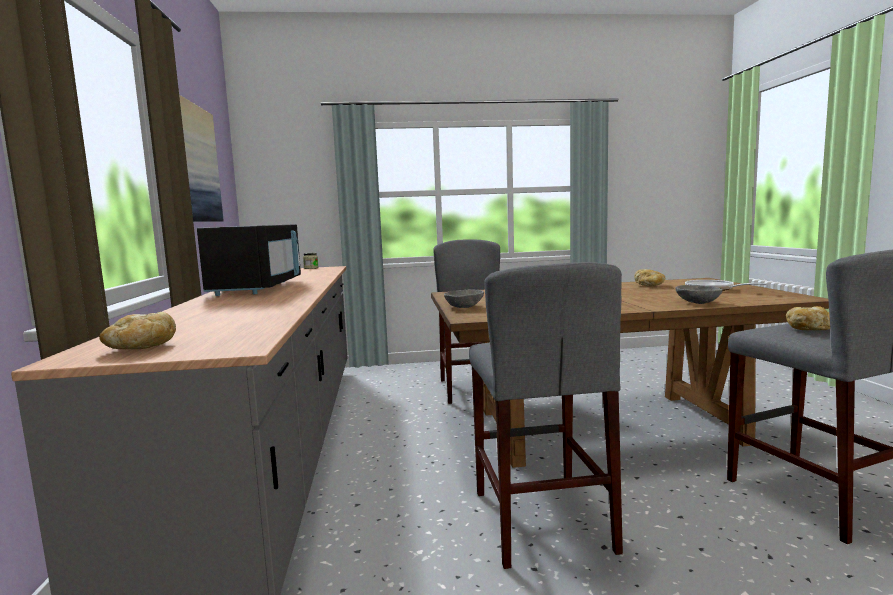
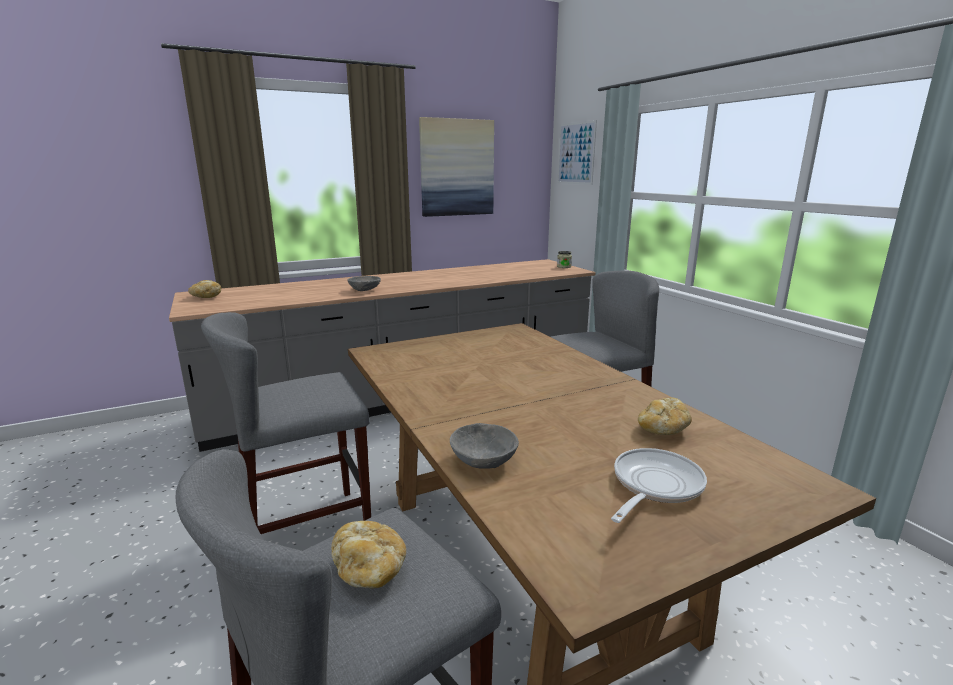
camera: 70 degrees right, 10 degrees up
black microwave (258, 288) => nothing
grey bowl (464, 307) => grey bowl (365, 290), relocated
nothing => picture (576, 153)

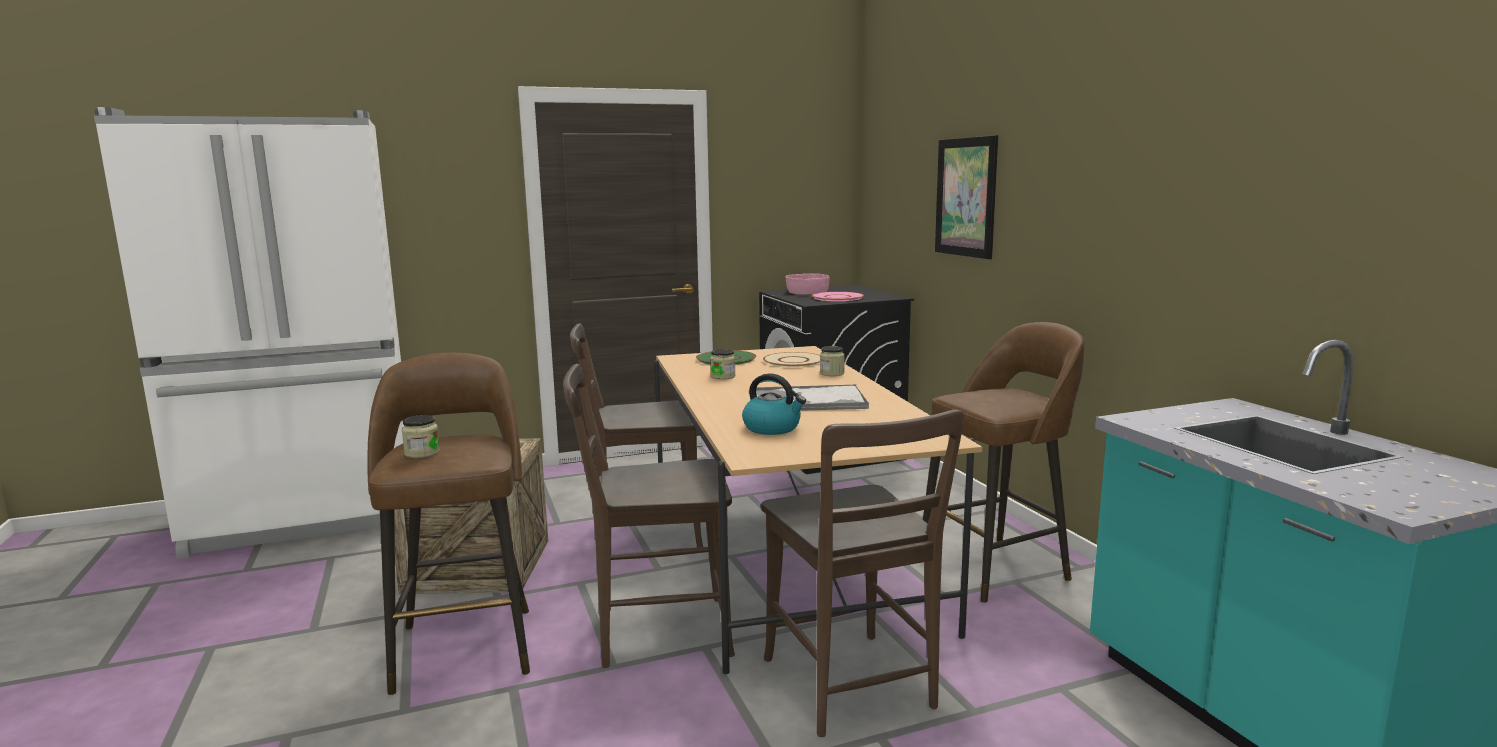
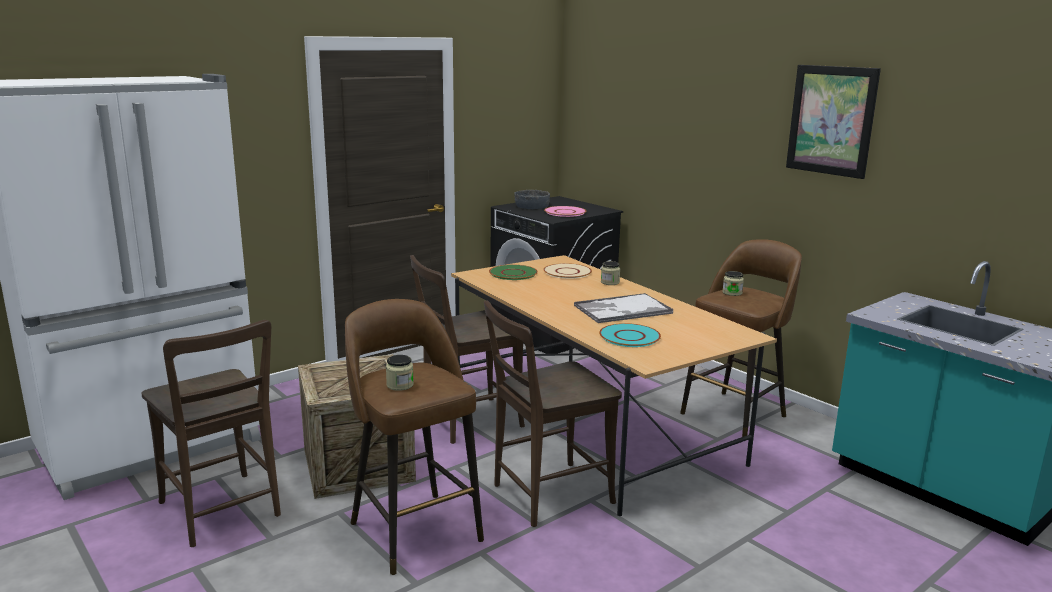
camera: 20 degrees left, 5 degrees up
jar (723, 376) => jar (732, 293), relocated
kettle (772, 428) => turquoise plate (629, 336)
brown chair (852, 688) => brown chair (222, 512), relocated
pink bowl (806, 292) => grey bowl (531, 206)
picture (966, 197) => picture (831, 120), relocated

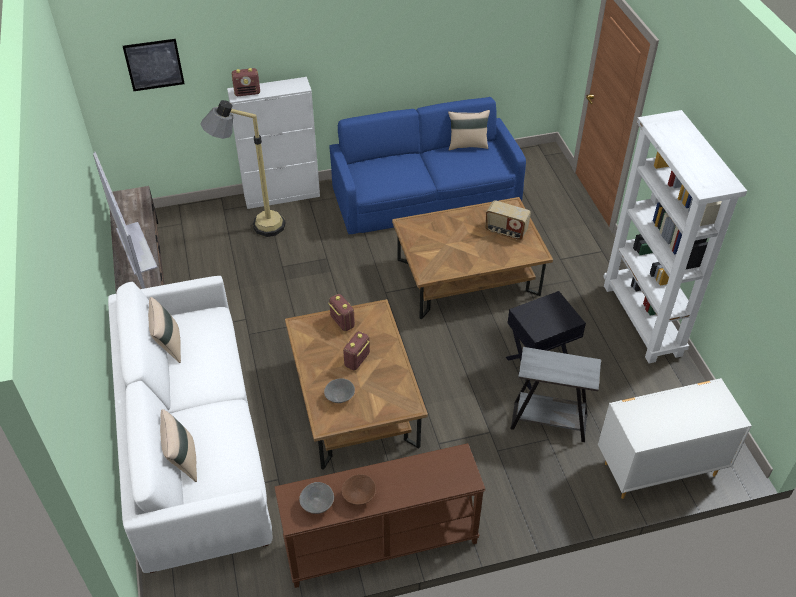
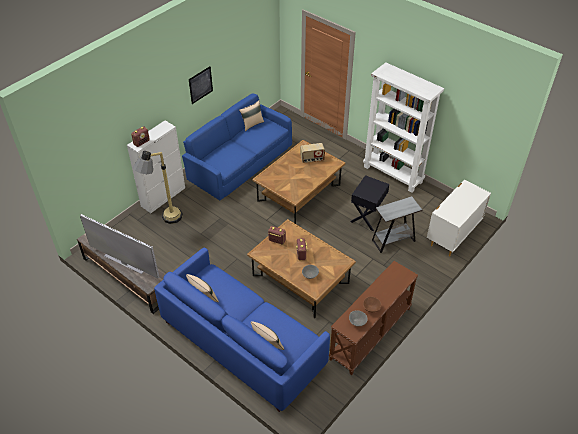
camera: 35 degrees left, 0 degrees up
white sofa (195, 445) => blue sofa (242, 343)
picture (154, 65) => picture (200, 85), relocated

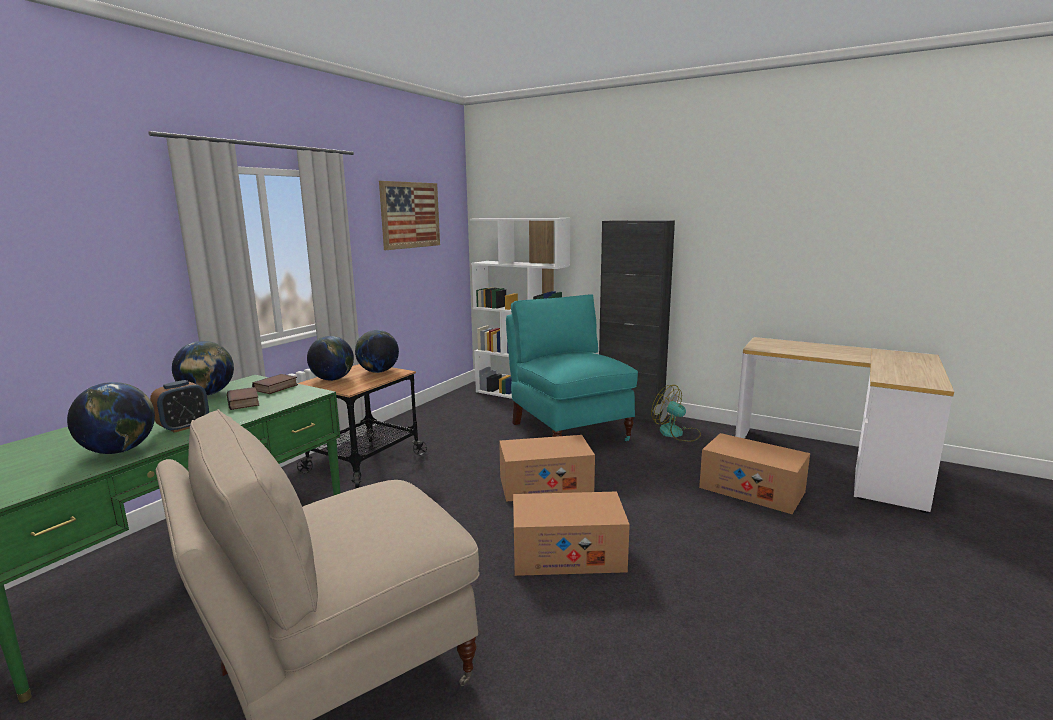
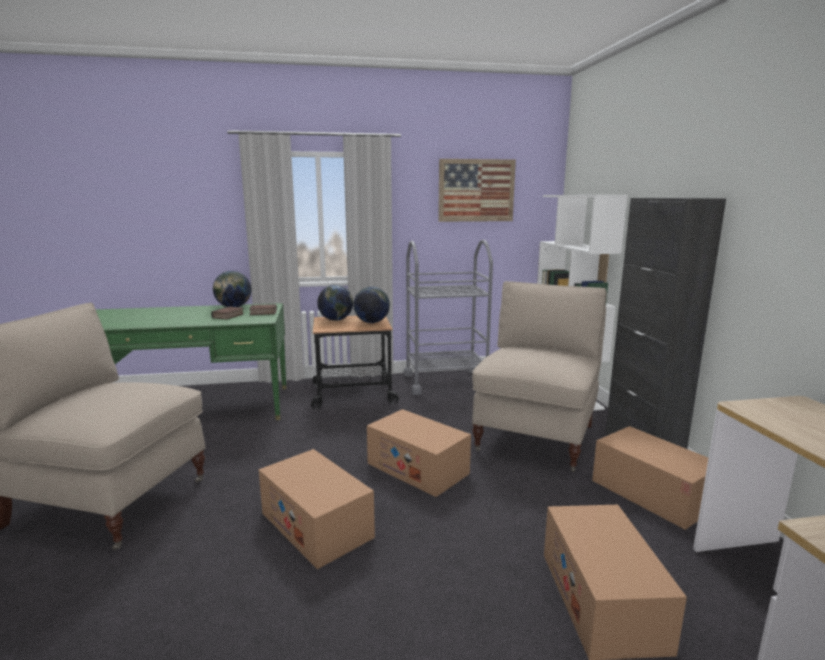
camera: 50 degrees right, 0 degrees up
globe (120, 451) => nothing
alarm clock (184, 427) => nothing
turquoise chair (568, 431) => beige chair (536, 437)
fan (676, 433) => cardboard box (651, 493)
nothing => grey cart (445, 382)

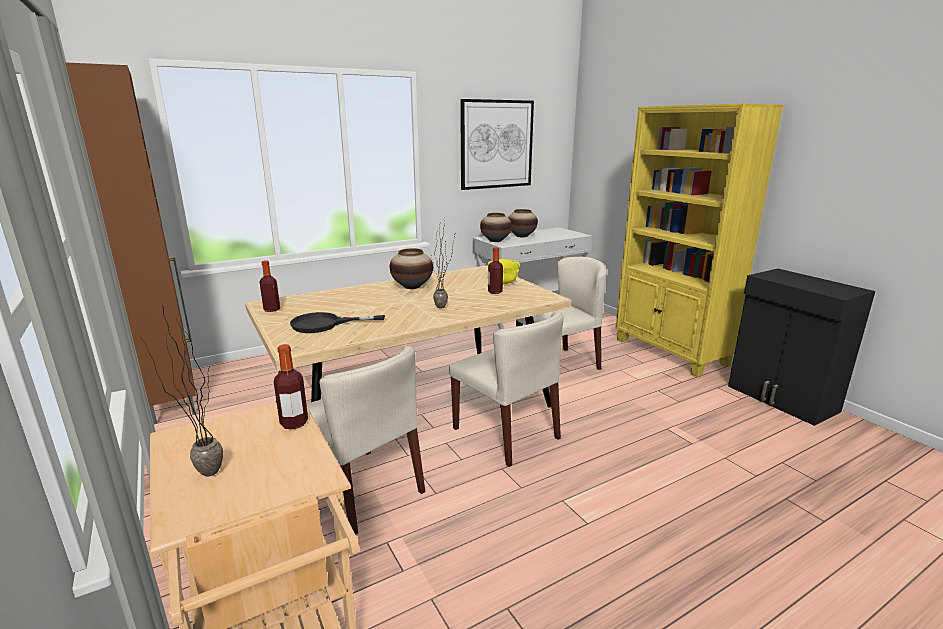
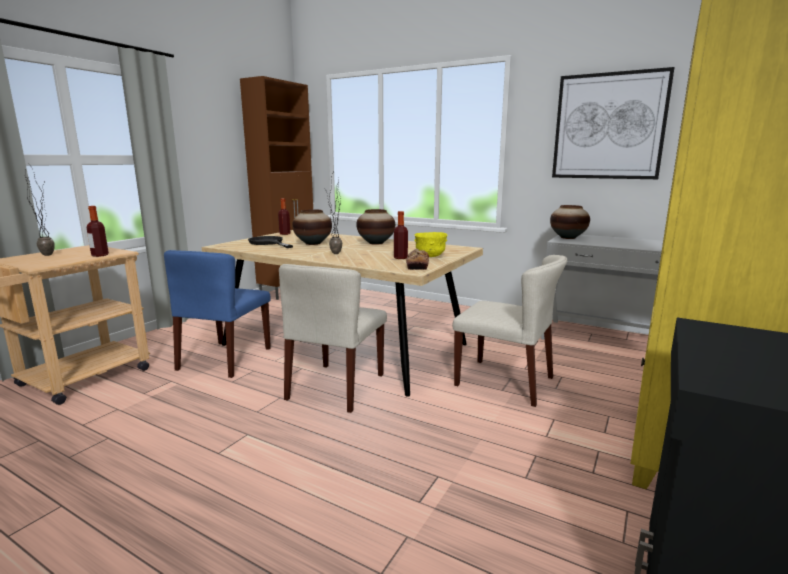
camera: 60 degrees right, 5 degrees down
beige chair (363, 489) => blue chair (225, 359)
vase (522, 236) => vase (313, 243), relocated
nothing => bread (417, 265)

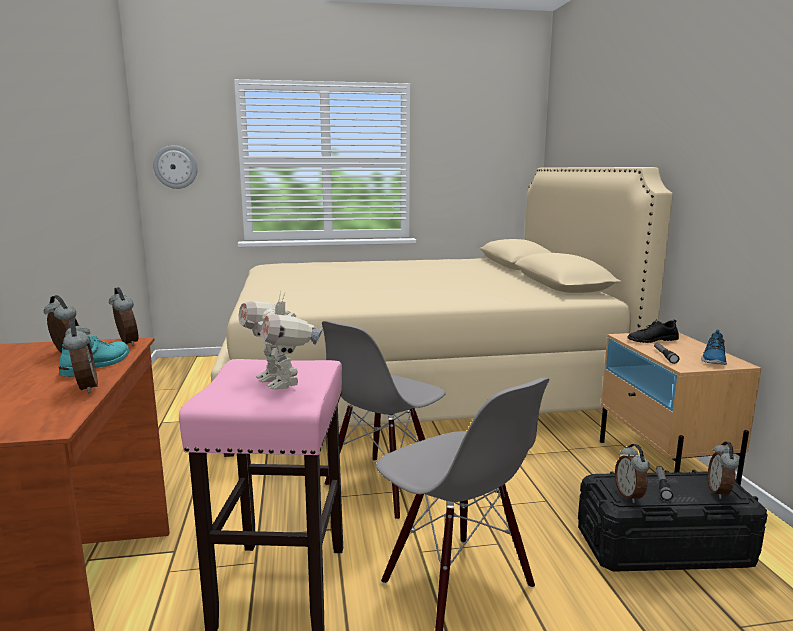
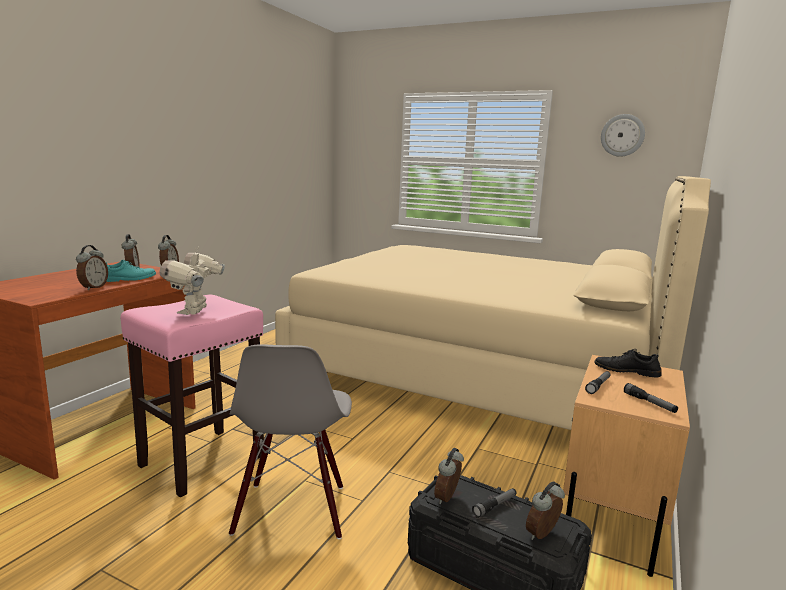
camera: 35 degrees right, 0 degrees up
wall clock (175, 167) => wall clock (622, 135), relocated
grey chair (383, 486) => nothing
shoe (713, 359) => flashlight (649, 403)

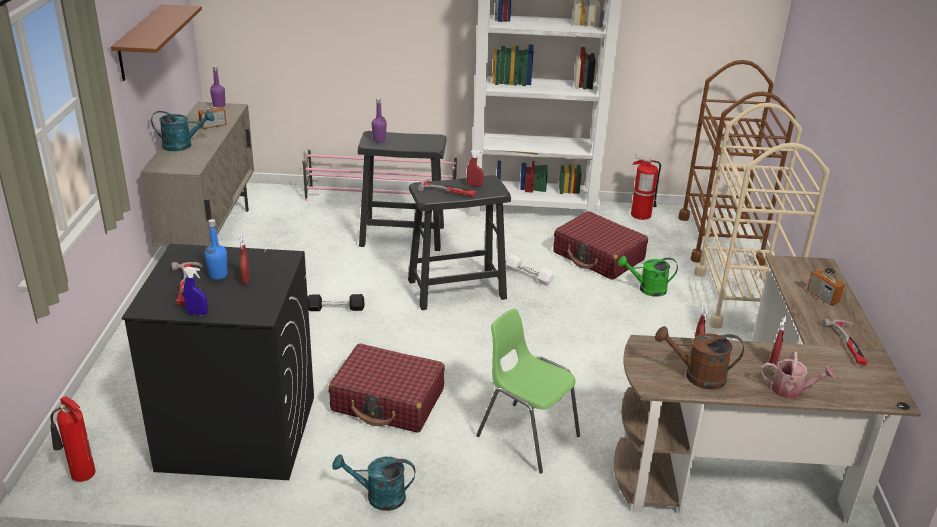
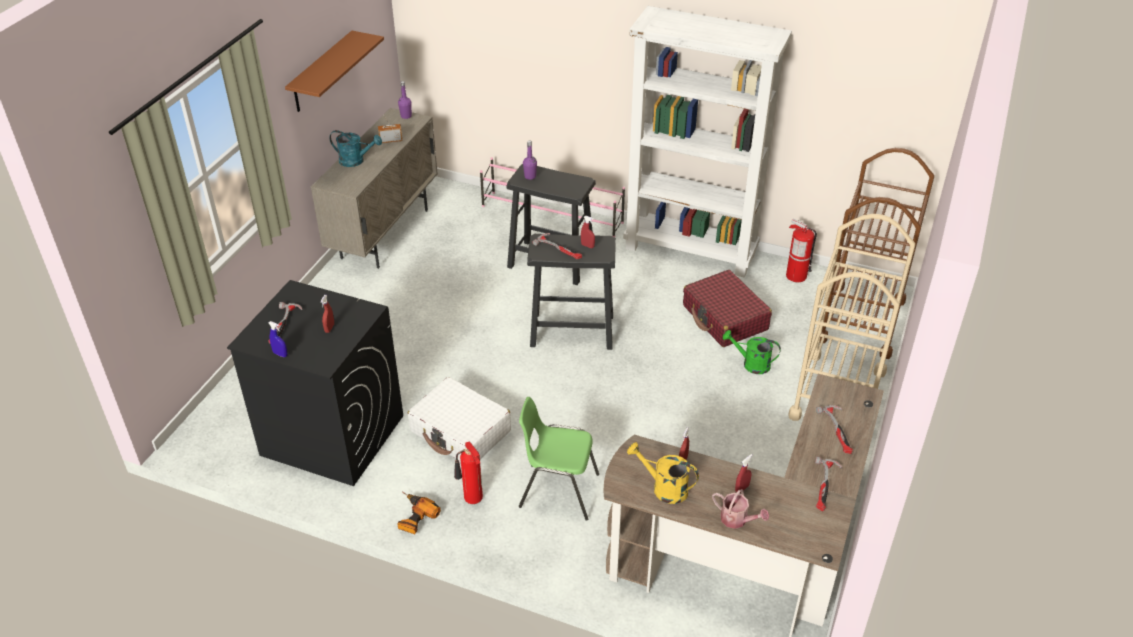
camera: 20 degrees right, 10 degrees up
fire extinguisher (82, 476) => fire extinguisher (472, 499), relocated
blue bottle (218, 275) => nothing
black dumbbell (336, 308) => nothing
red suitcase (388, 400) => white suitcase (460, 432)
turquoise watering can (378, 497) => power drill (414, 517)
green chair (526, 436) => green chair (558, 491), 45 degrees counterclockwise
white dumbbell (529, 275) => nothing
brown watering can (697, 376) => yellow watering can (663, 488)
radio (822, 297) => hammer (838, 431)

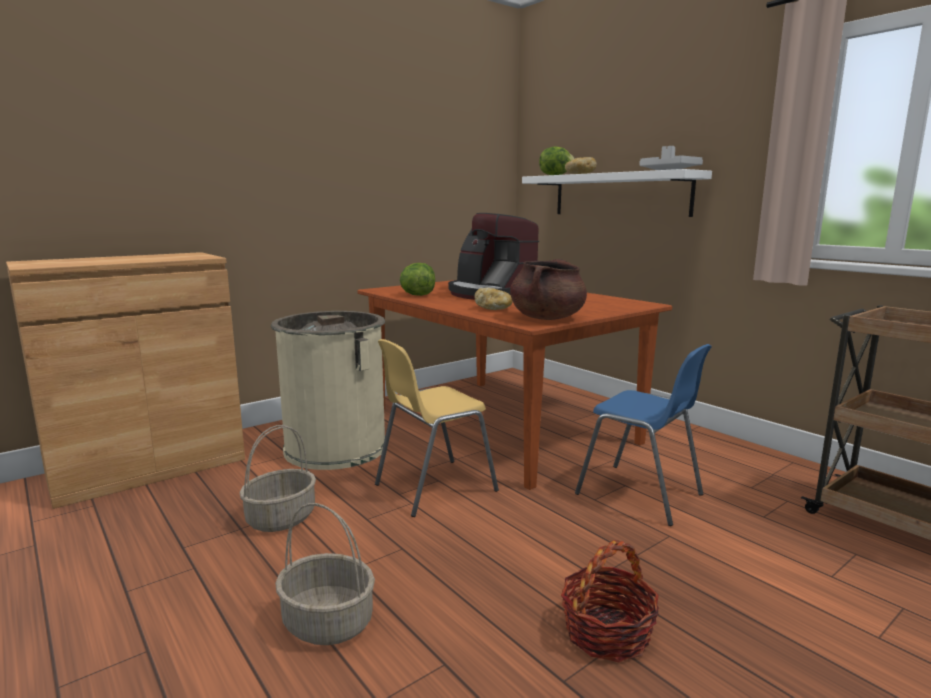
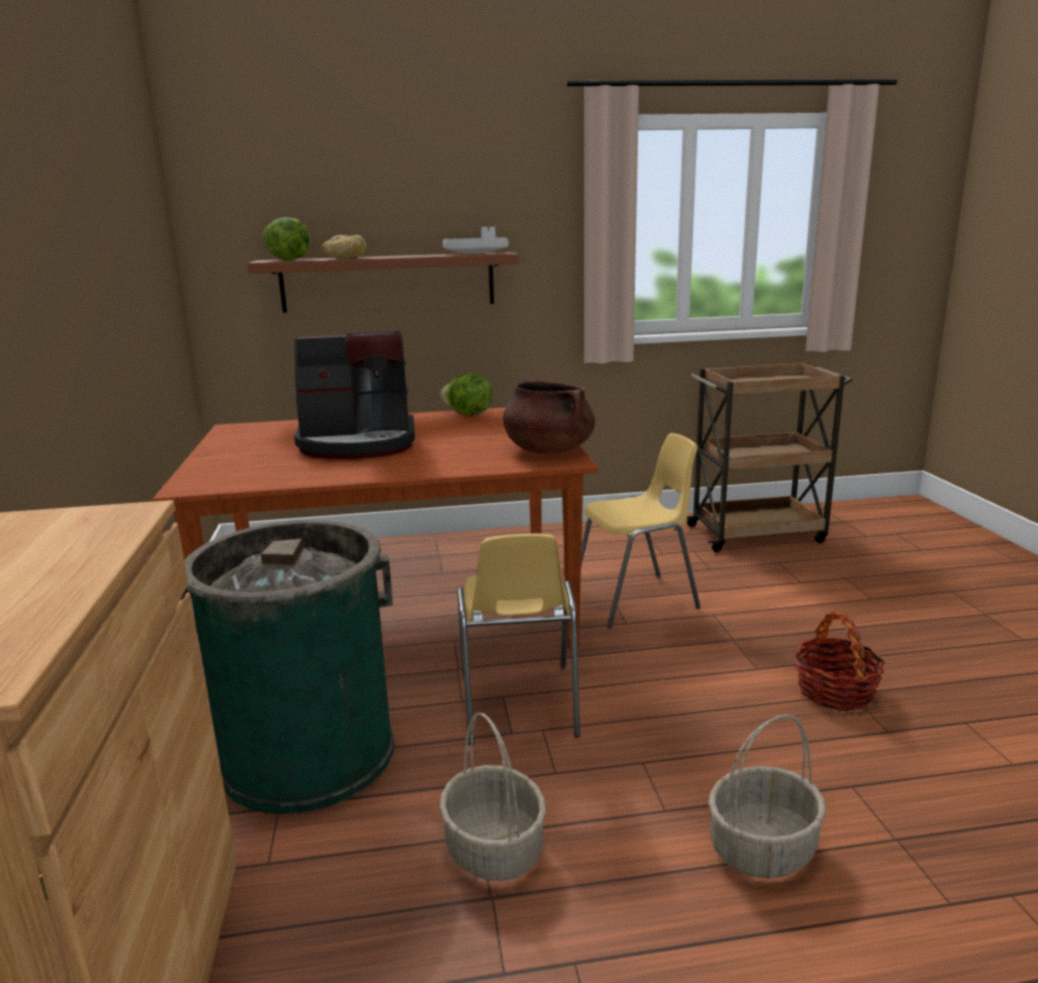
camera: 60 degrees left, 5 degrees up
beige trash can (335, 447) => green trash can (308, 754)
lettuce (417, 295) => lettuce (468, 414), relocated
bread (494, 309) => nothing
white shelf (619, 195) => brown shelf (388, 282)
blue chair (640, 495) => yellow chair (636, 600)

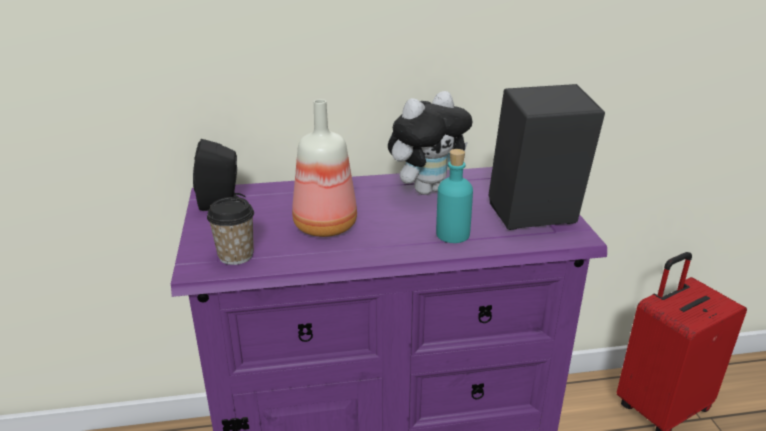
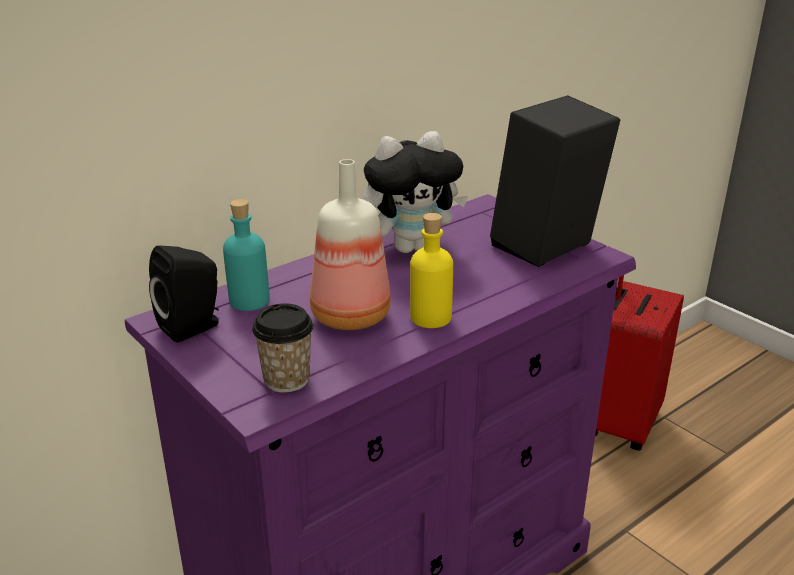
camera: 30 degrees left, 0 degrees up
plush toy (426, 189) => plush toy (412, 247), 45 degrees clockwise
turquoise bottle (452, 234) => turquoise bottle (249, 301), relocated
nothing => yellow bottle (430, 317)

